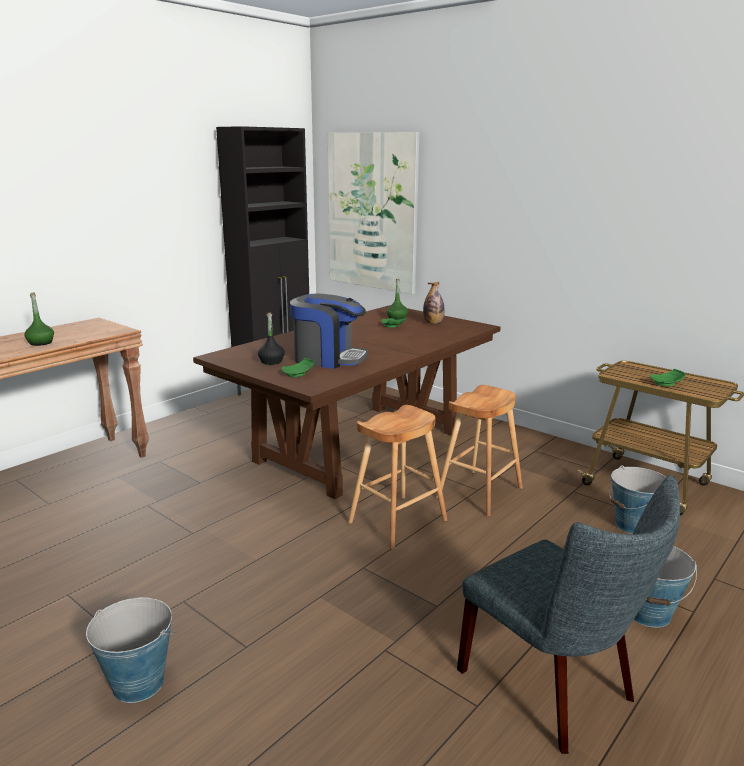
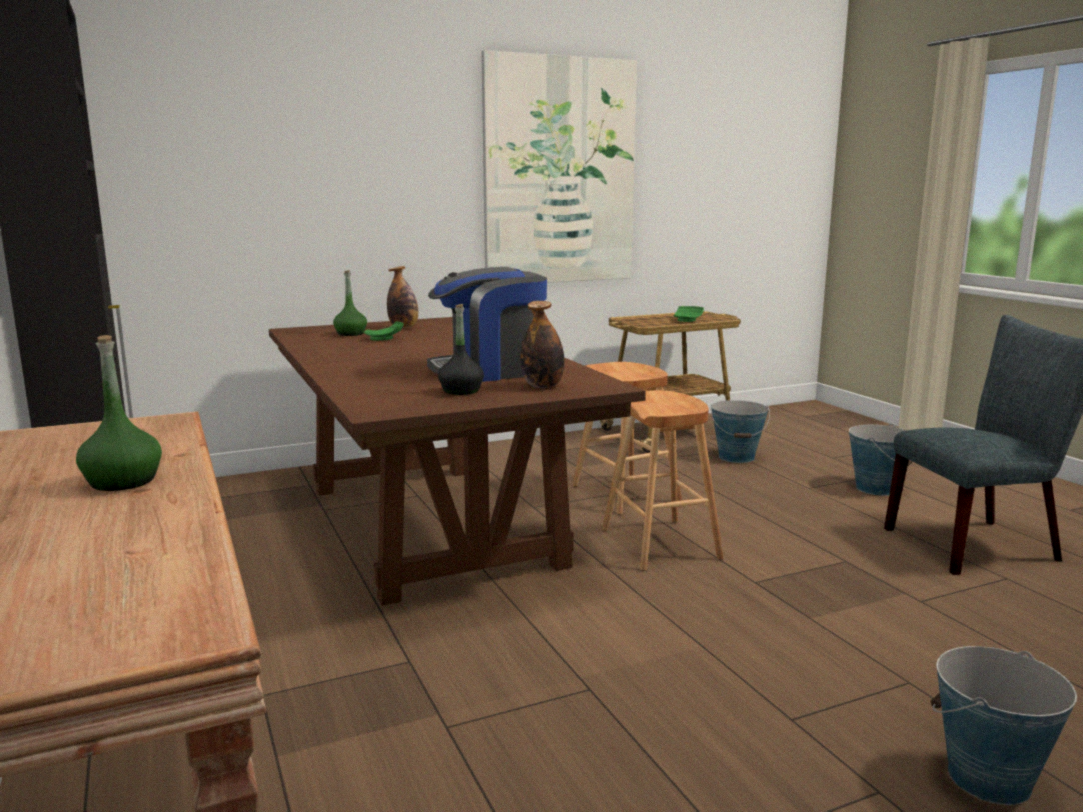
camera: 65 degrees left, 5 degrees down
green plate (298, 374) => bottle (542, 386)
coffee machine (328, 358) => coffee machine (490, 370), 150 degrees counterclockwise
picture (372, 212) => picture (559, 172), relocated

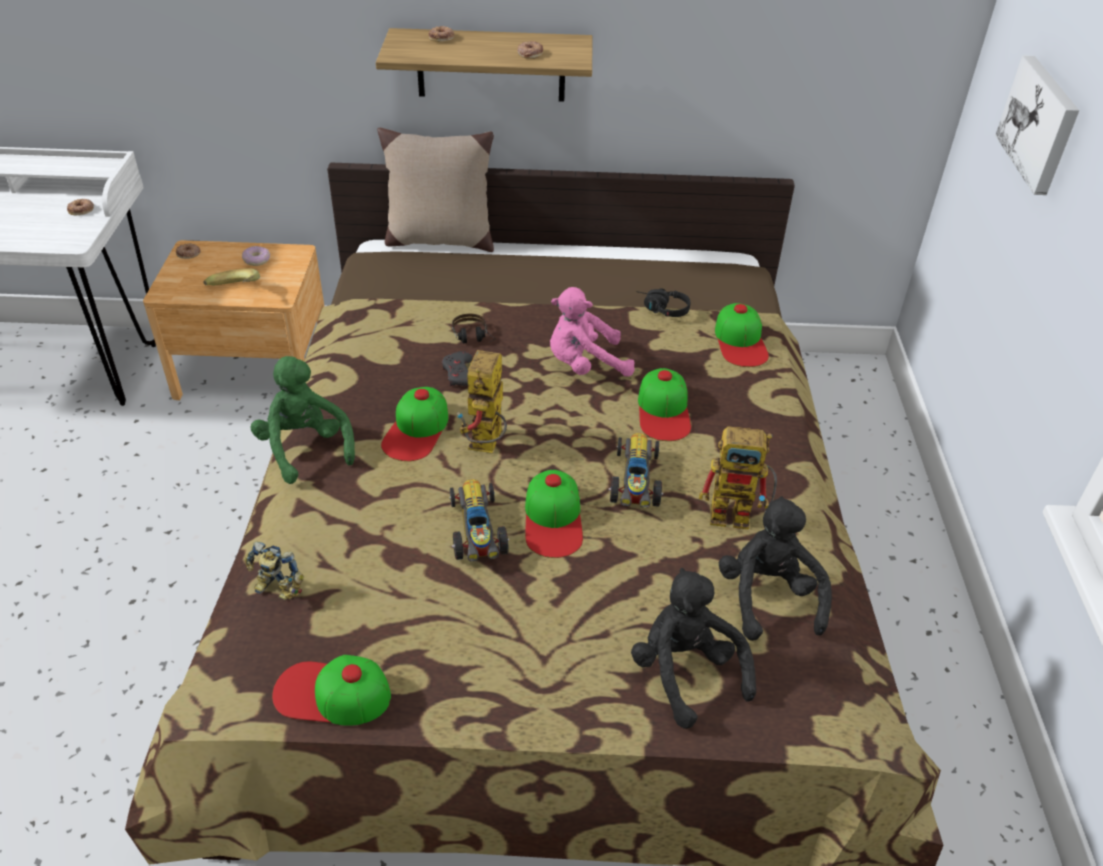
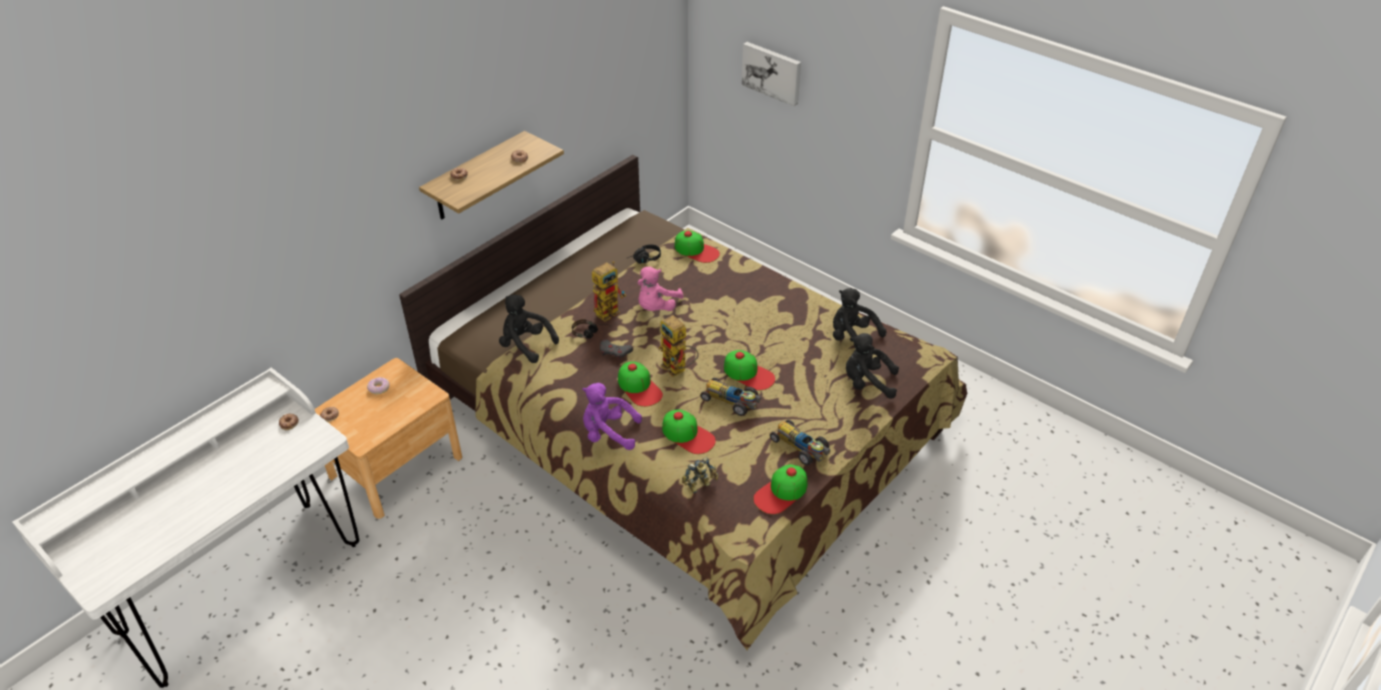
camera: 50 degrees left, 0 degrees up
banana (234, 292) => nothing
green plush toy (305, 448) => purple plush toy (608, 433)
beige pillow (439, 240) => nothing
toy car (635, 482) => toy car (801, 448), relocated
cap (664, 411) => cap (688, 435), relocated
toy robot (739, 514) => toy robot (610, 310), relocated
nothing => black plush toy (525, 345)

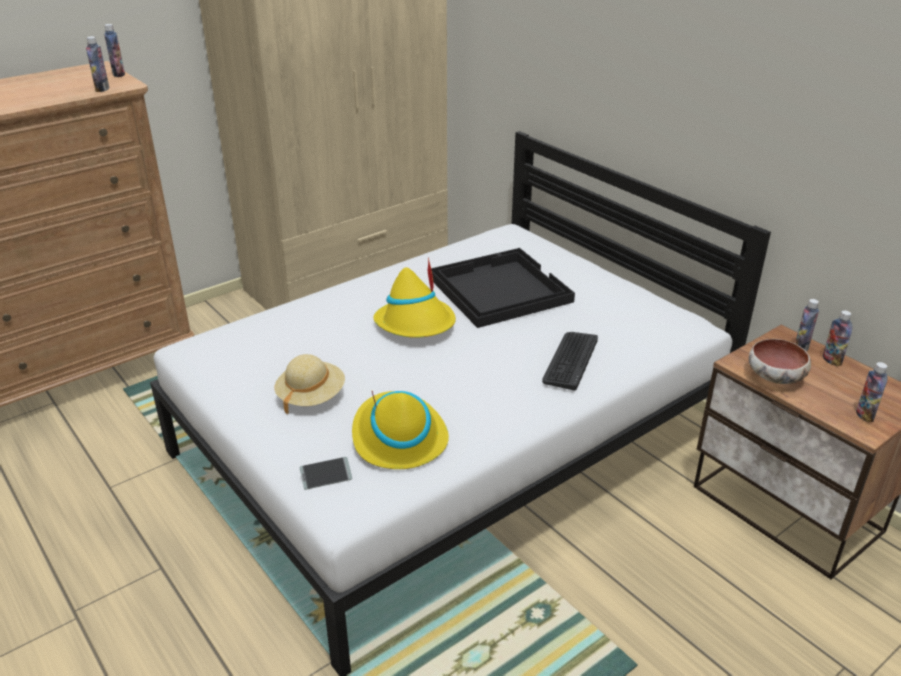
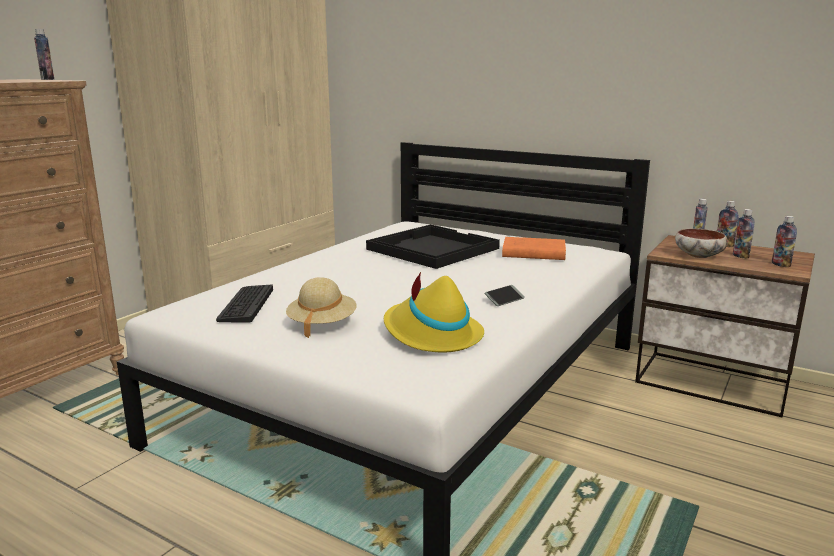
camera: 20 degrees left, 15 degrees down
bottle (102, 89) => bottle (740, 256), relocated
phone (326, 477) => phone (504, 299), relocated
yellow hat (416, 324) => nothing
keyboard (570, 360) => keyboard (246, 304), relocated
nothing => orange book (531, 253)

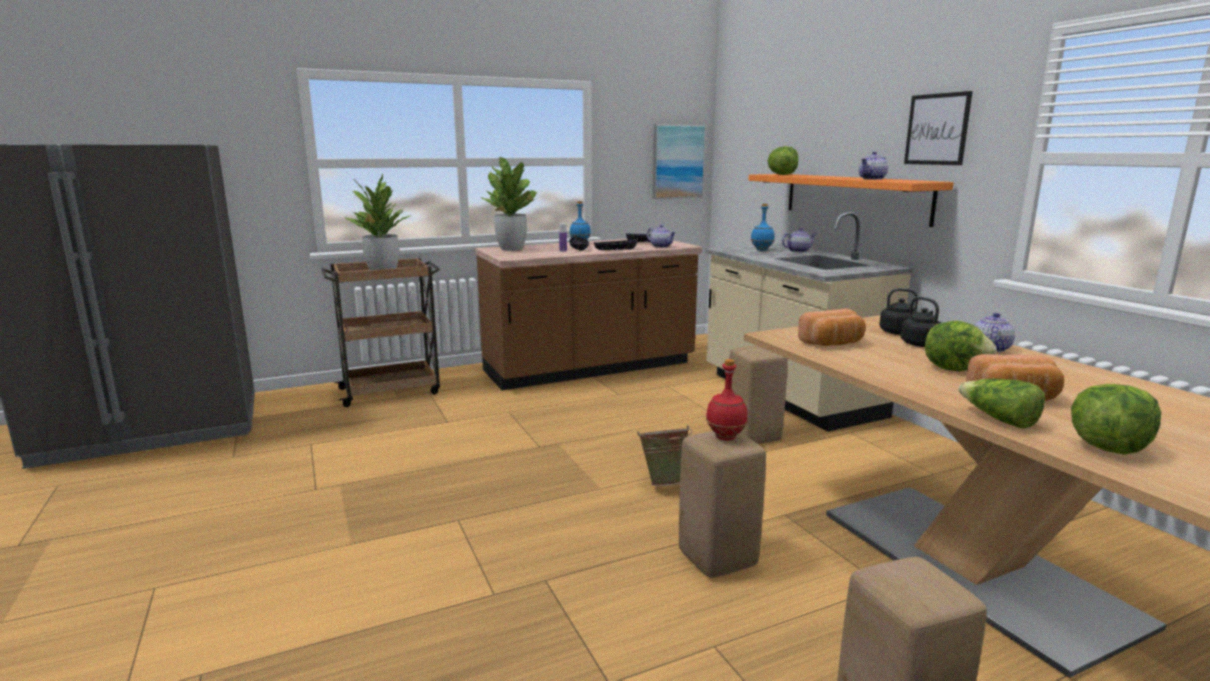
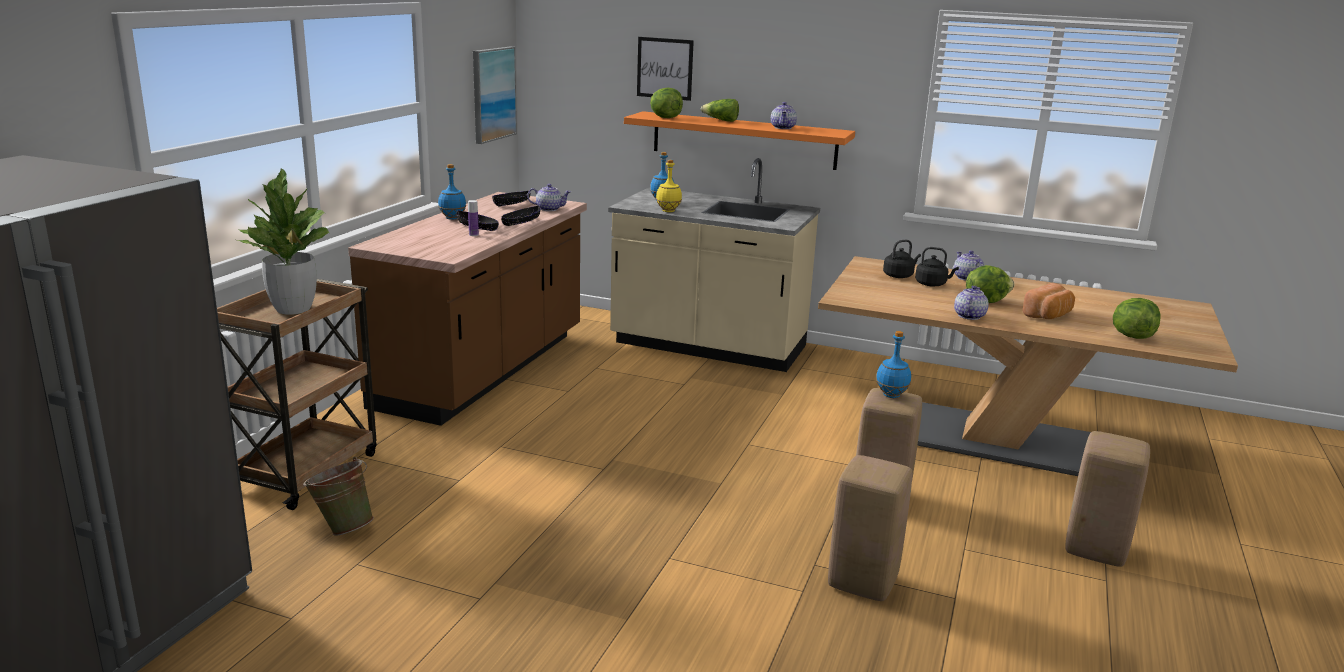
camera: 45 degrees left, 5 degrees up
potted plant (512, 249) => nothing
green bucket (664, 482) => green bucket (342, 527), relocated
red bottle (725, 437) => blue bottle (890, 395)
beige stool (753, 436) => beige stool (862, 581), relocated
teapot (798, 251) => teapot (969, 316), relocated
bread (833, 344) => nothing
picture (937, 129) => picture (665, 68), relocated
lettuce (998, 420) => lettuce (721, 120), relocated
nothing => yellow bottle (668, 211)

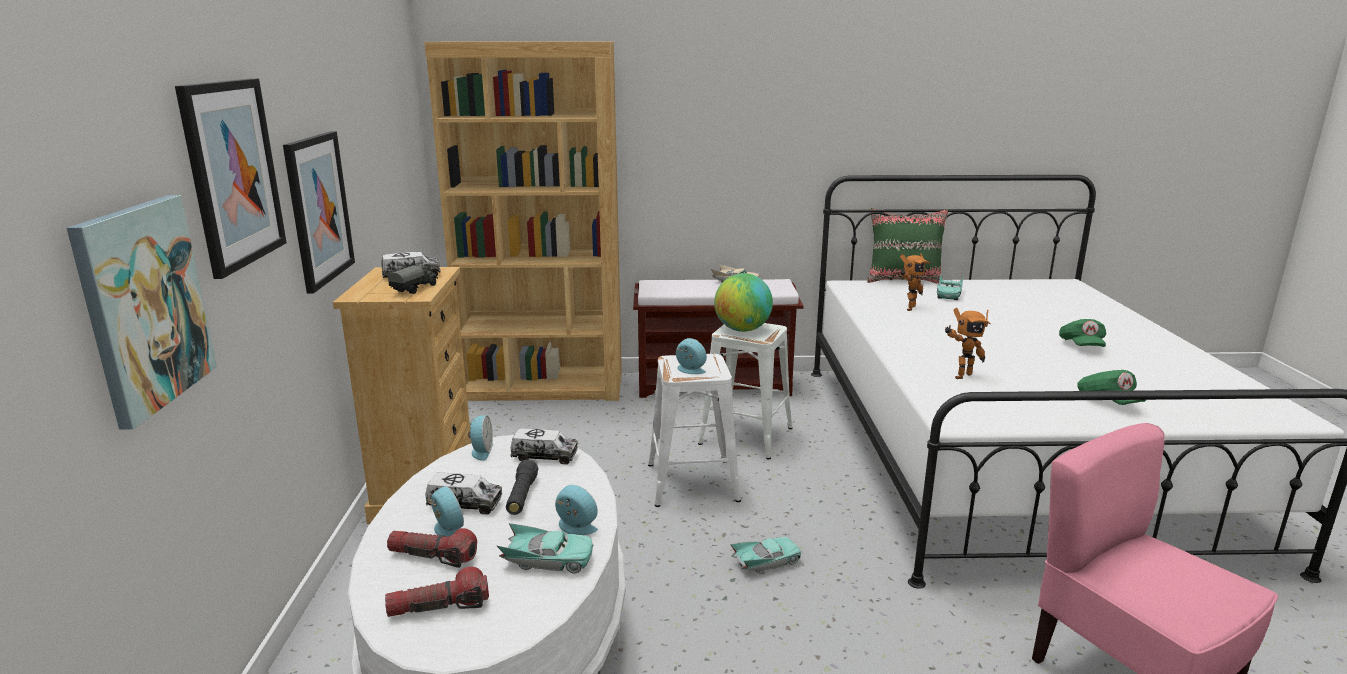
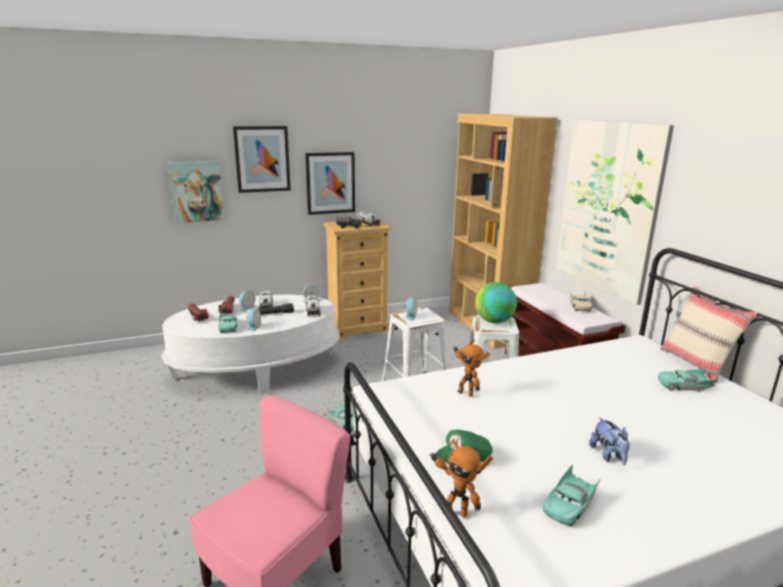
camera: 70 degrees right, 0 degrees up
green pillow (904, 280) => beige pillow (696, 364)
toy robot (908, 308) => toy robot (455, 512), relocated
green cap (1081, 346) => plush toy (608, 455)
nothing => turquoise toy car (569, 505)
nothing => picture (607, 207)

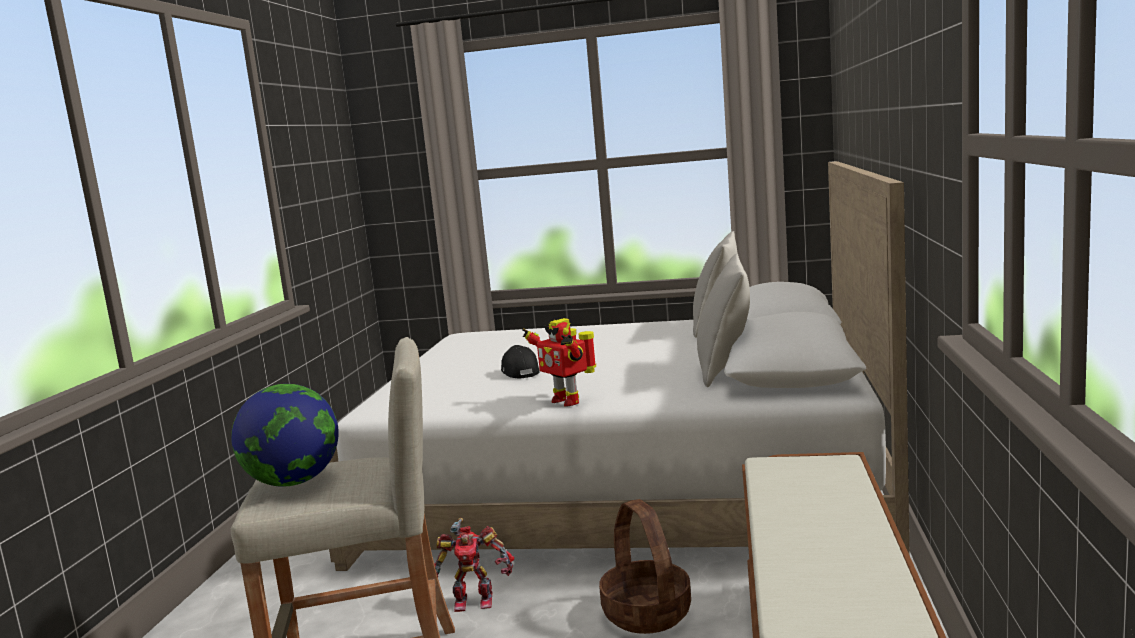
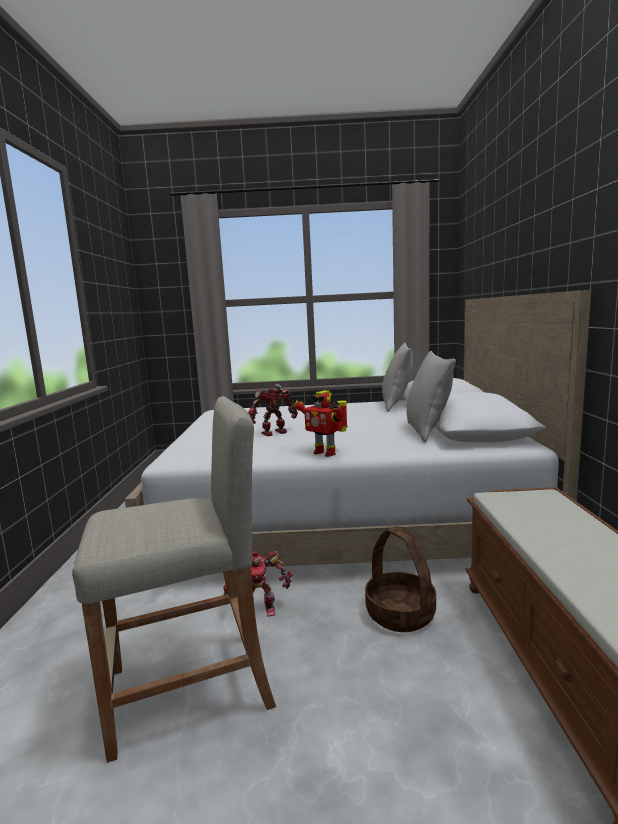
camera: 10 degrees left, 0 degrees up
globe (294, 482) => nothing
black cap (519, 372) => toy robot (275, 433)

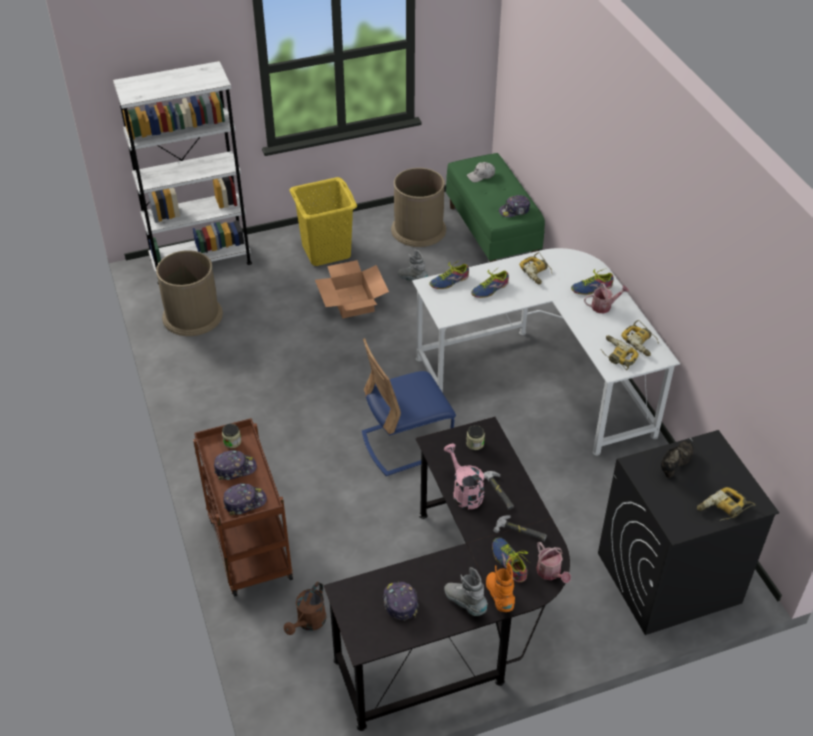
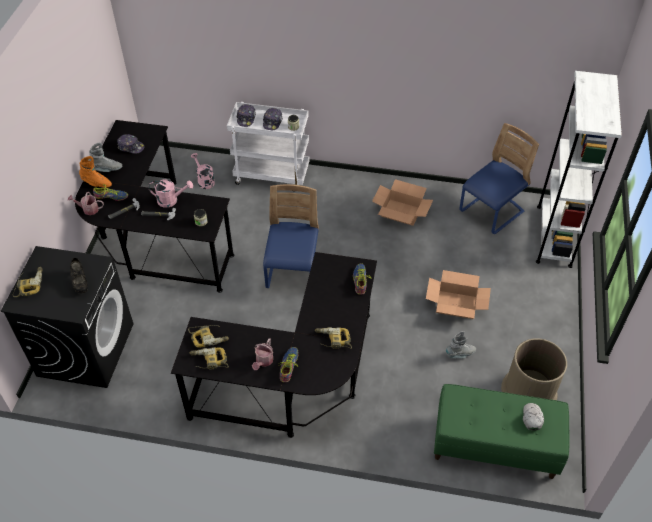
camera: 120 degrees right, 5 degrees up
brown trash can (192, 315) => blue chair (491, 212)
brown cart (248, 546) => white cart (272, 175)
brown watering can (309, 623) => pink watering can (204, 180)
yellow laundry basket (325, 251) => nothing
white desk (542, 377) => black desk (296, 381)
shoe (490, 289) => nothing
cap (514, 211) => nothing
nothing => cardboard box (401, 212)

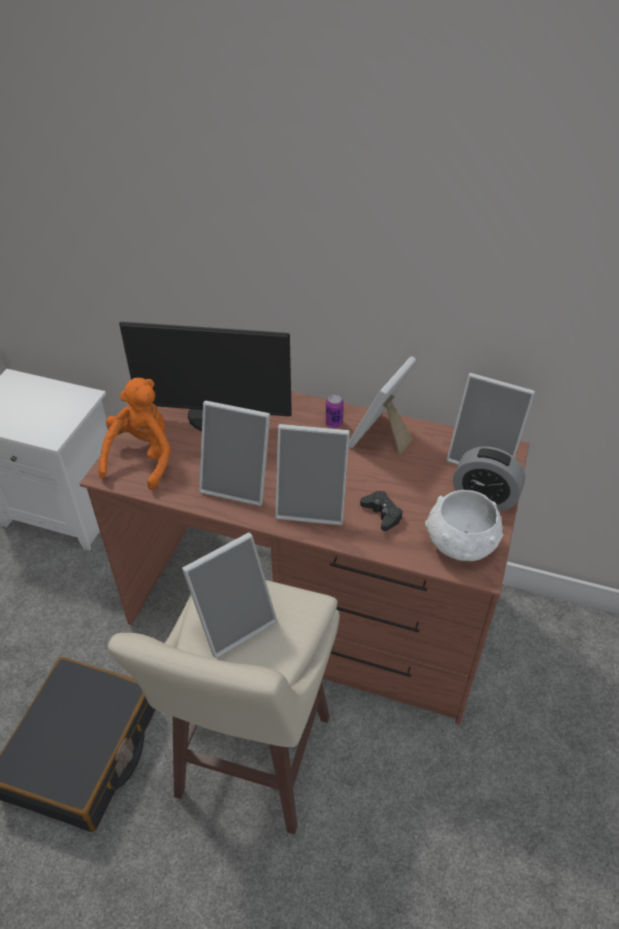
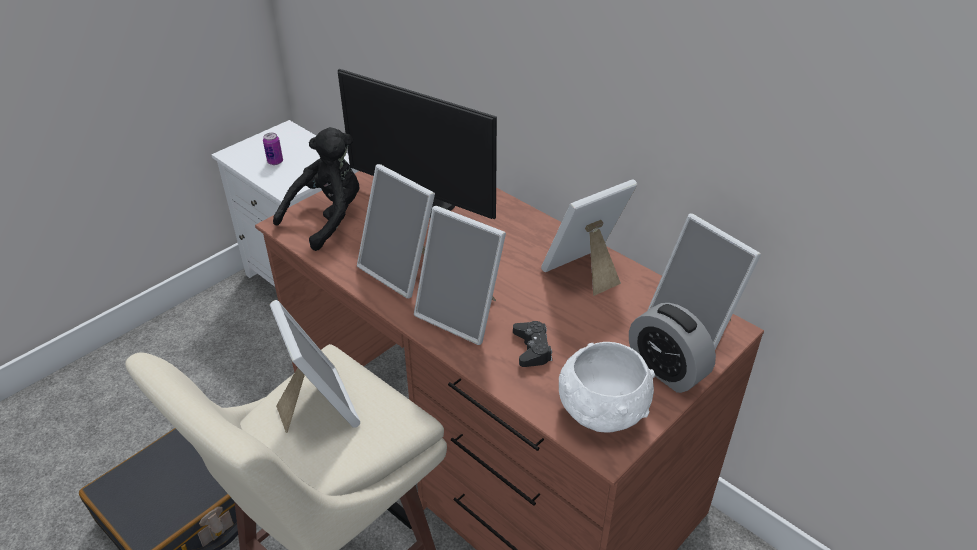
camera: 25 degrees right, 5 degrees down
orange plush toy (142, 457) => black plush toy (328, 218)
picture frame (233, 621) => picture frame (317, 406), 105 degrees counterclockwise
can (334, 423) => can (275, 162), relocated

